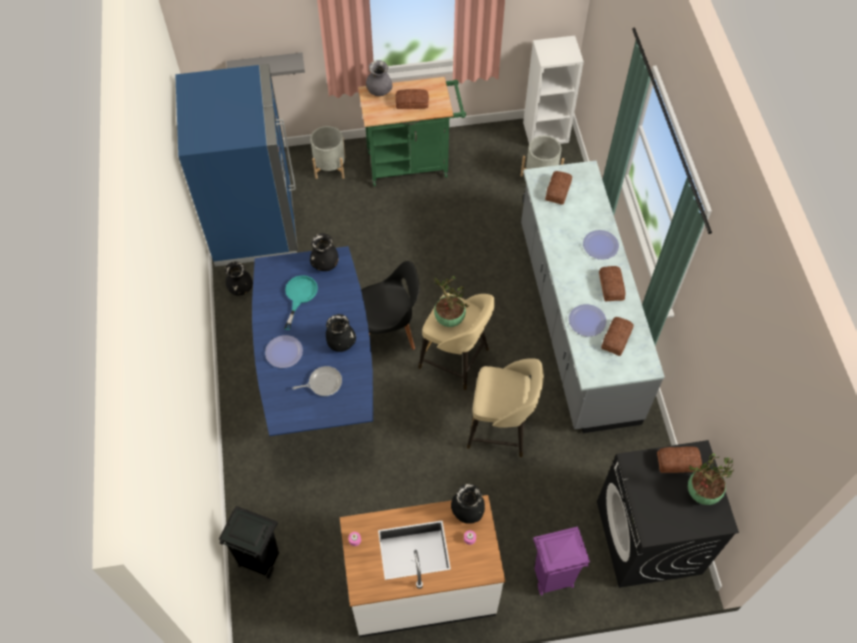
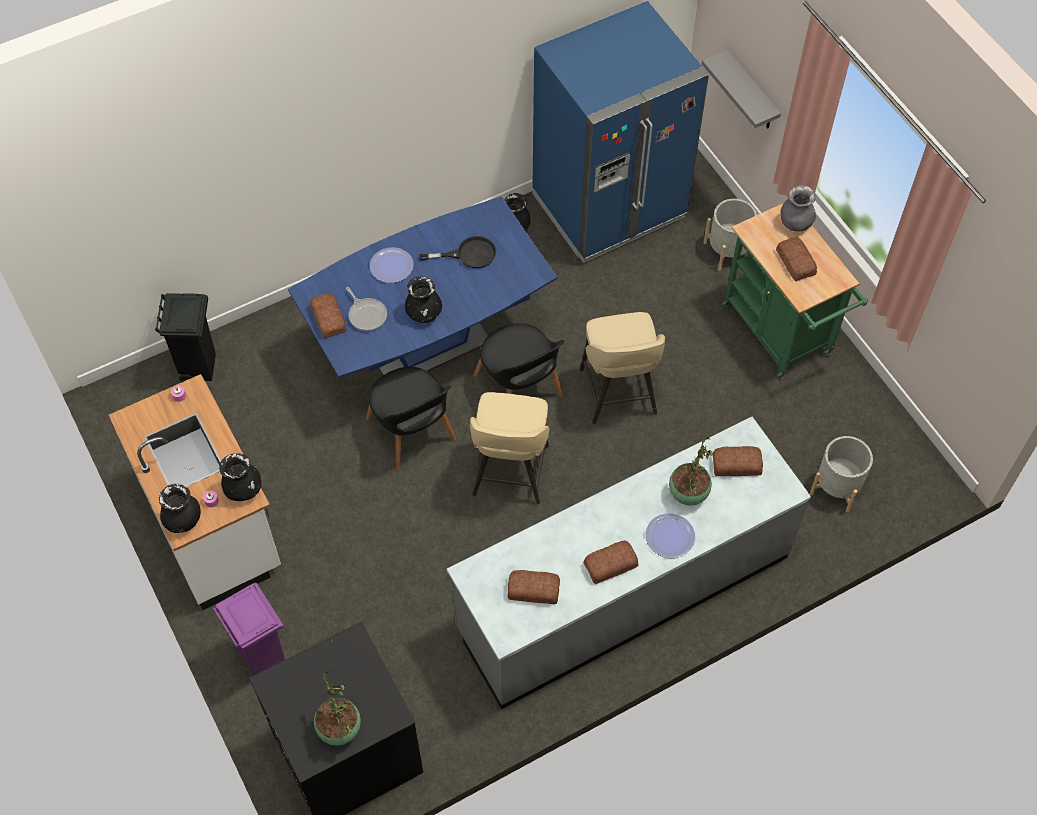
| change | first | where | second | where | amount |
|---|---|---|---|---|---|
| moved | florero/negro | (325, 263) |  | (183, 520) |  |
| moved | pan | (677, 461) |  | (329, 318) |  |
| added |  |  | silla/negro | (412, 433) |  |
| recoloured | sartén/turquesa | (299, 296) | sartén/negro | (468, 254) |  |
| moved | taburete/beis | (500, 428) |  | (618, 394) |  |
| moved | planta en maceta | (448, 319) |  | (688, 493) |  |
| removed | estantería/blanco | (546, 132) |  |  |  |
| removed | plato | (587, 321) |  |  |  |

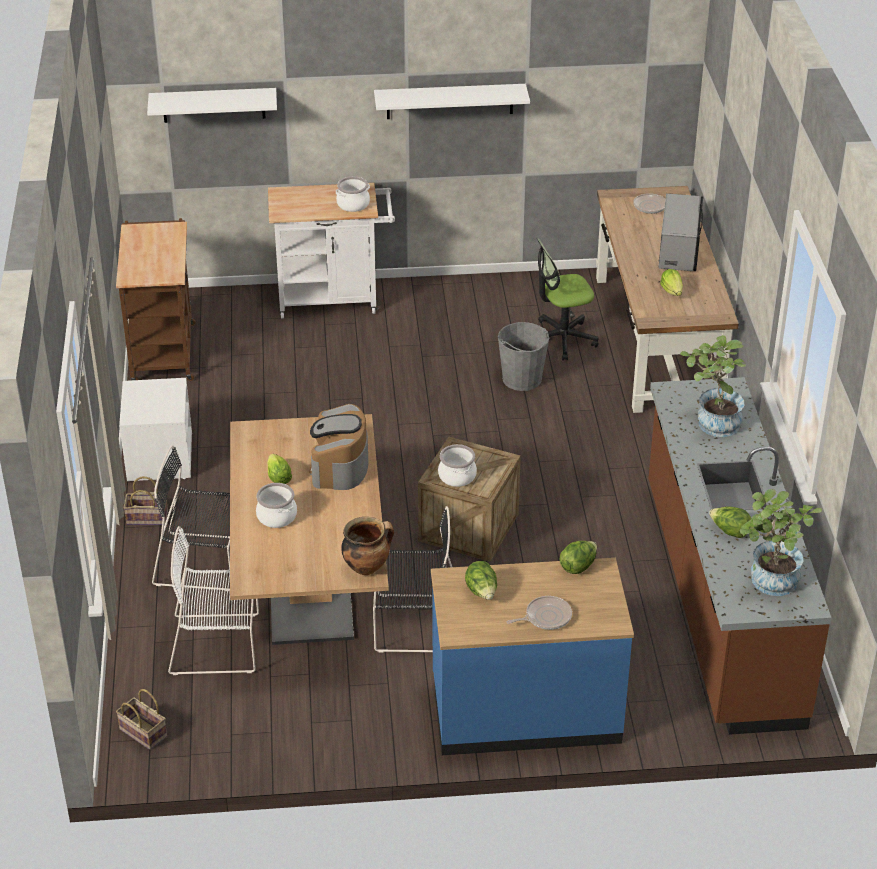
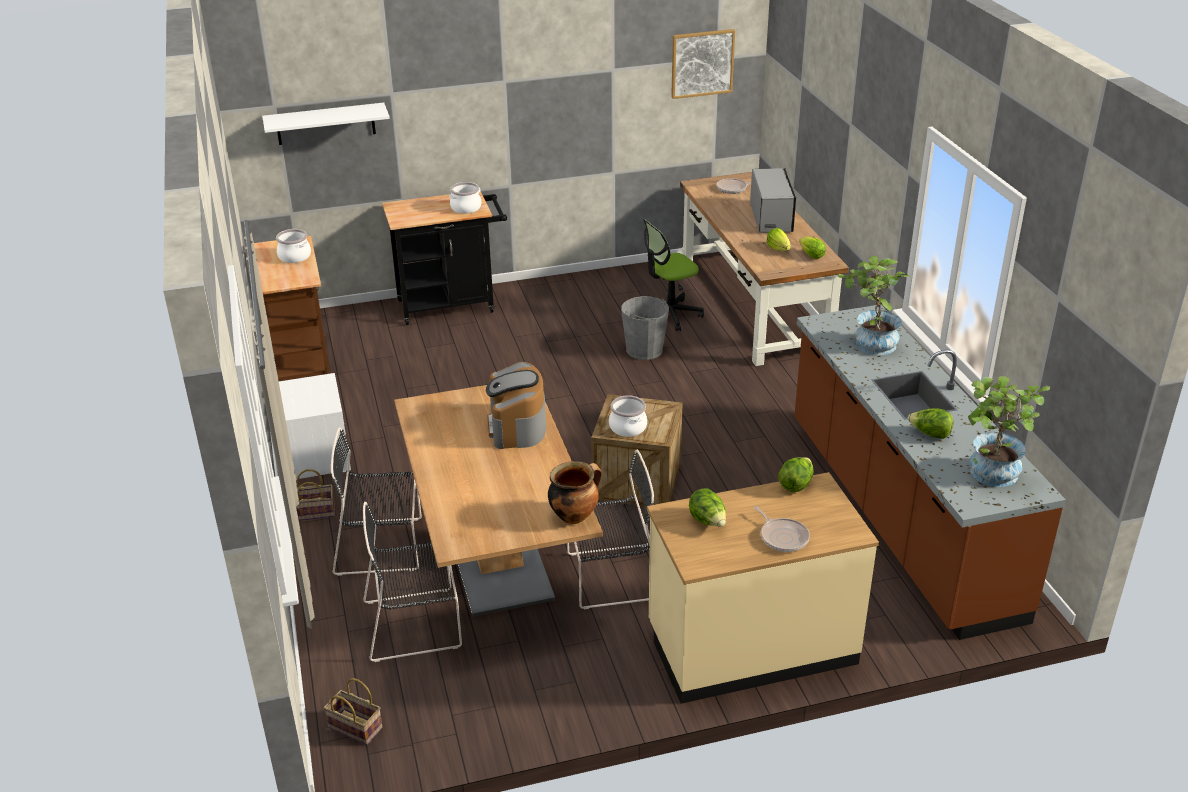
| change | first | where | second | where | amount |
|---|---|---|---|---|---|
| moved | olla | (276, 517) |  | (294, 257) |  |
| recoloured | silla/blanco | (218, 644) | silla/negro | (416, 624) |  |
| recoloured | carrito/blanco | (334, 299) | carrito/negro | (452, 305) |  |
| recoloured | mueble bajo de cocina/azul | (525, 710) | mueble bajo de cocina/beis | (751, 645) |  |
| added |  |  | cuadro | (702, 63) |  |
| turned | sartén | (545, 617) |  | (782, 537) | 90 degrees clockwise |
| moved | lechuga | (278, 478) |  | (811, 255) |  |
| removed | estante/blanco | (450, 101) |  |  |  |

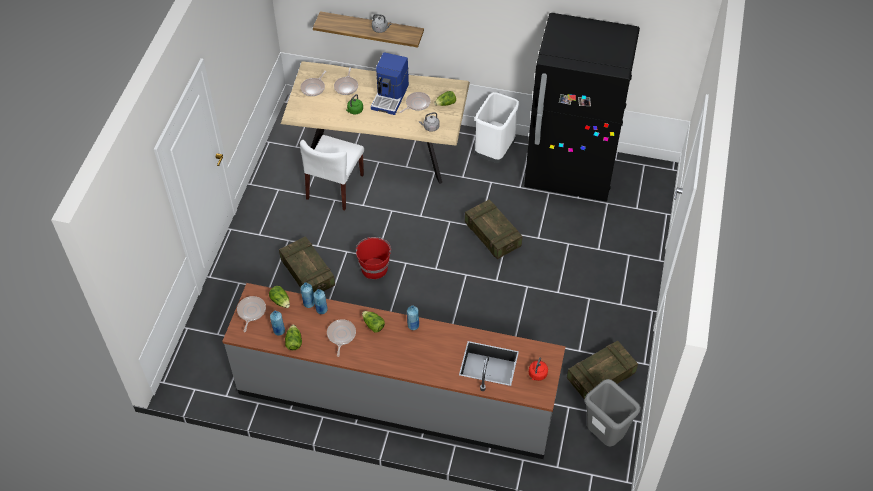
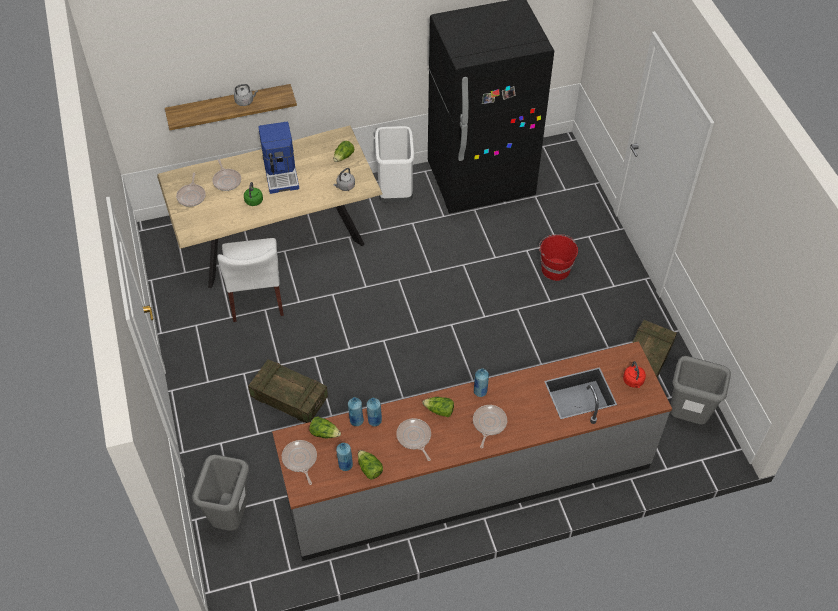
| change | first | where | second | where | amount |
|---|---|---|---|---|---|
| added |  |  | papelera/gris | (231, 517) |  |
| moved | sartén | (416, 104) |  | (488, 424) |  |
| moved | cubo/rojo | (374, 268) |  | (555, 268) |  |
| removed | caja de embalaje | (492, 235) |  |  |  |

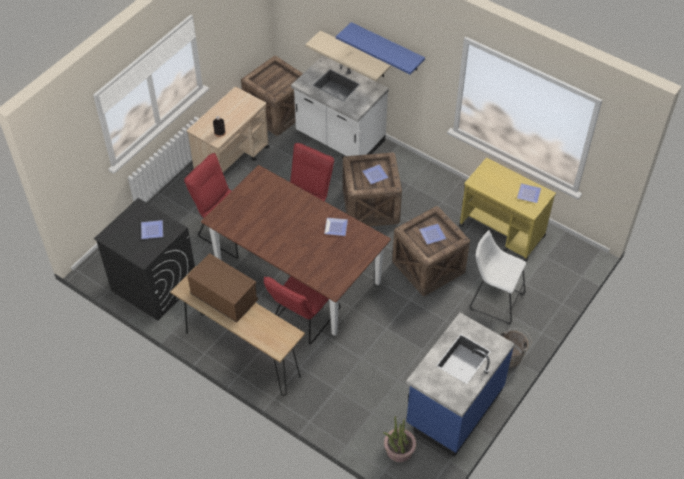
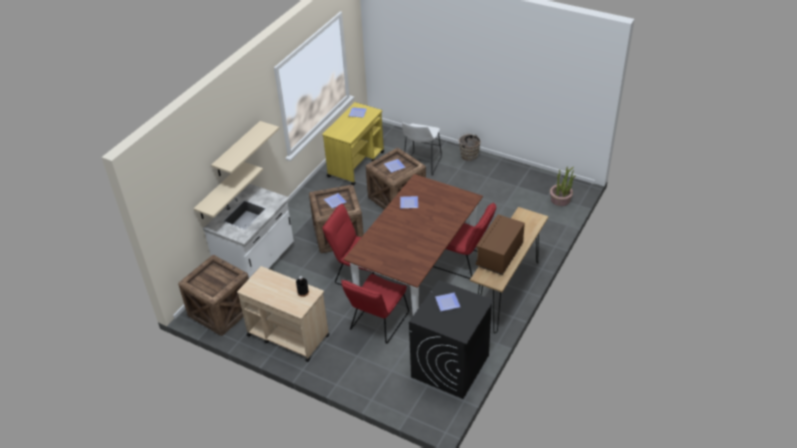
| change | first | where | second | where | amount |
|---|---|---|---|---|---|
| recoloured | estante/azul | (387, 47) | estante/beis | (237, 149) |  |
| removed | mueble bajo de cocina/azul | (453, 407) |  |  |  |

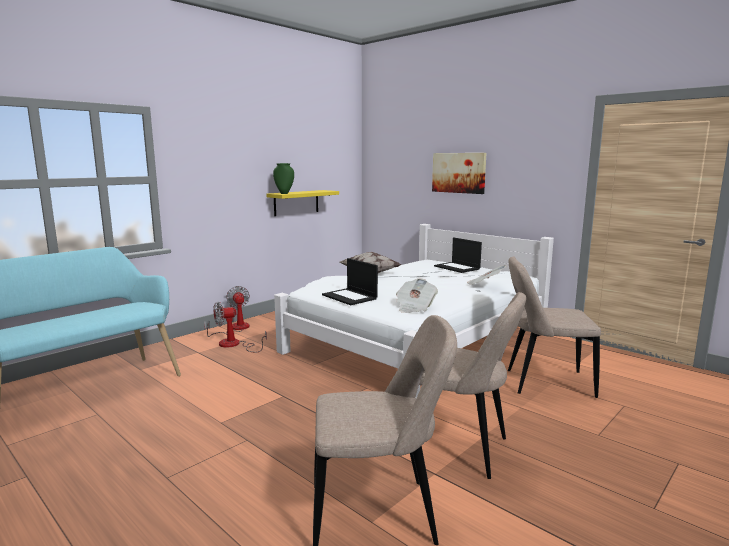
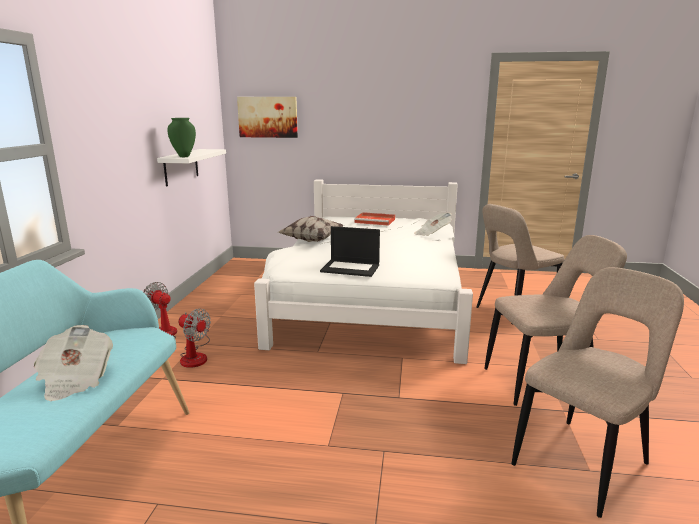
| change | first | where | second | where | amount |
|---|---|---|---|---|---|
| moved | periódico | (414, 307) |  | (75, 379) |  |
| recoloured | estante/amarillo | (296, 202) | estante/blanco | (181, 167) |  |
| turned | ventilador | (235, 345) |  | (195, 356) | 90 degrees counterclockwise |
| moved | cuadro | (459, 172) |  | (268, 117) |  |
| replaced | portátil | (457, 267) | bandeja/rojo | (376, 221) |  |

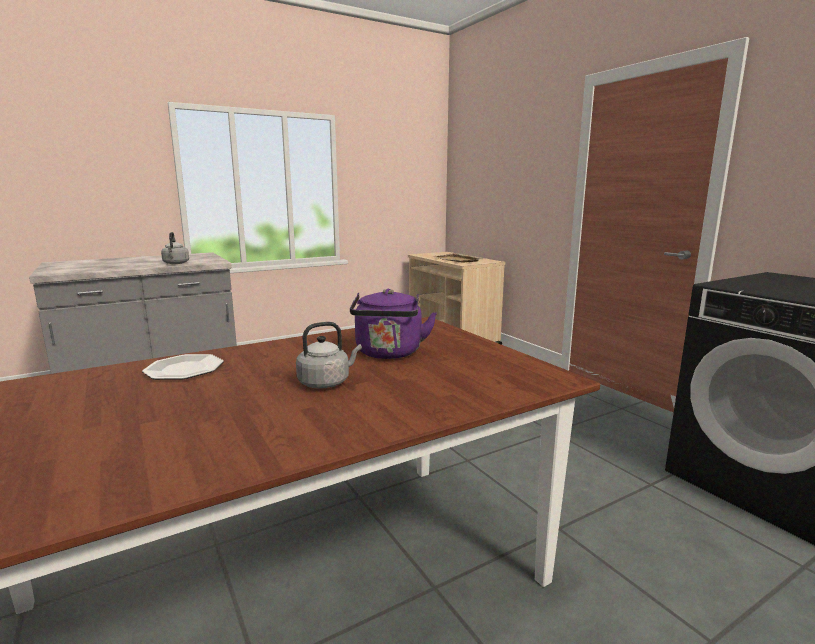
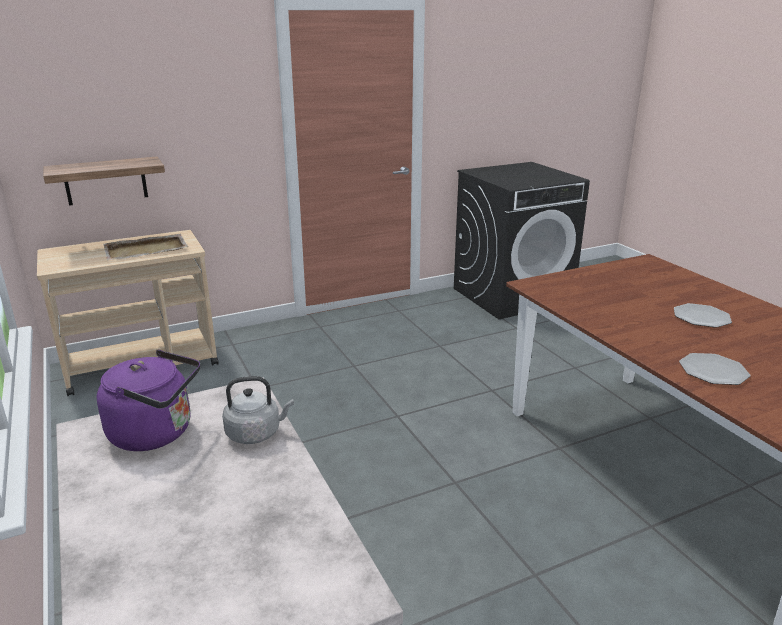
| change | first | where | second | where | amount |
|---|---|---|---|---|---|
| added |  |  | estante | (105, 181) |  |
| moved | hervidor/morado | (389, 353) |  | (157, 433) |  |
| replaced | hervidor/gris | (326, 382) | plato | (701, 317) |  |

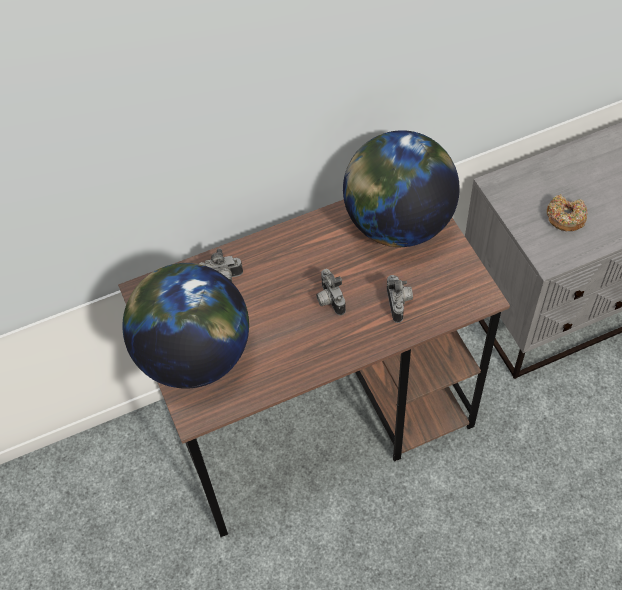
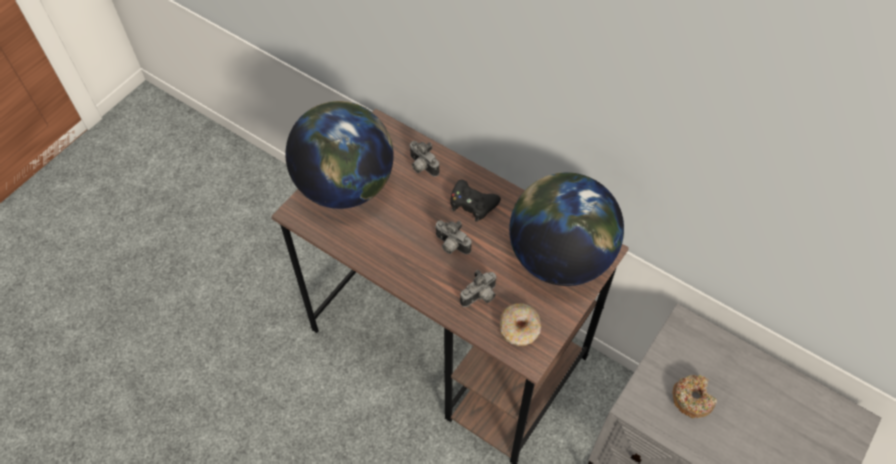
| change | first | where | second | where | amount |
|---|---|---|---|---|---|
| turned | cámara | (329, 300) |  | (450, 246) | 90 degrees counterclockwise |
| added |  |  | mando de consola/negro | (472, 204) |  |
| added |  |  | rosquilla | (519, 329) |  |

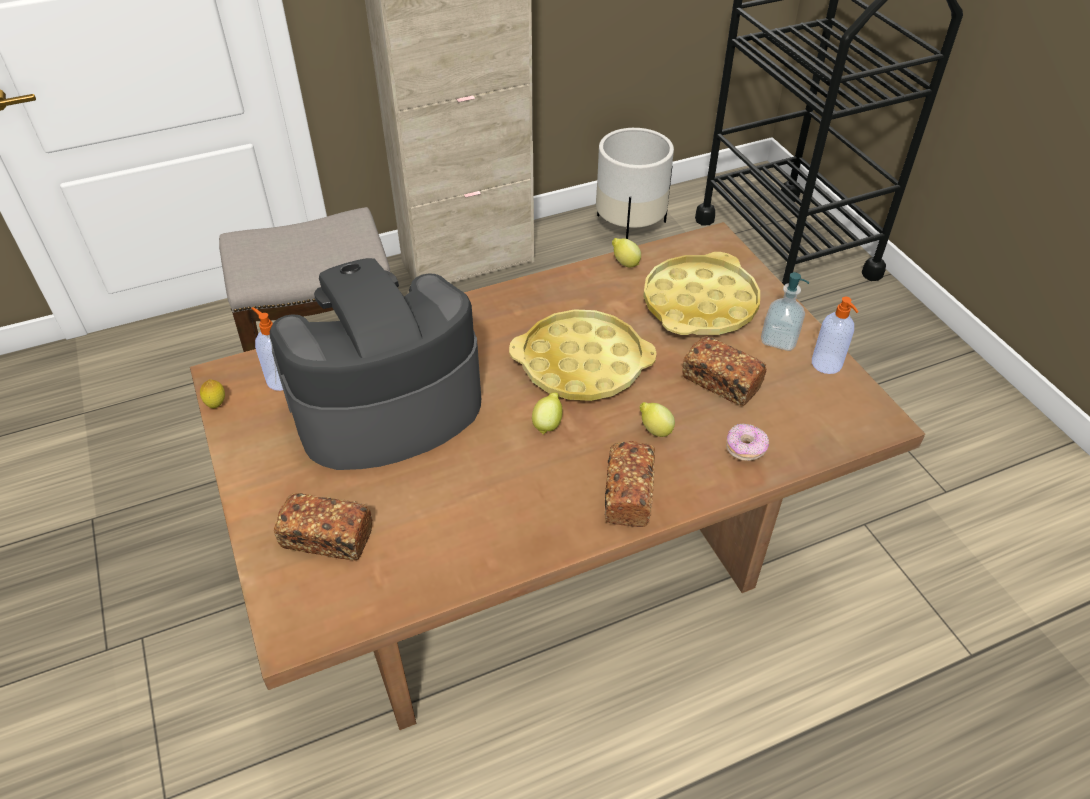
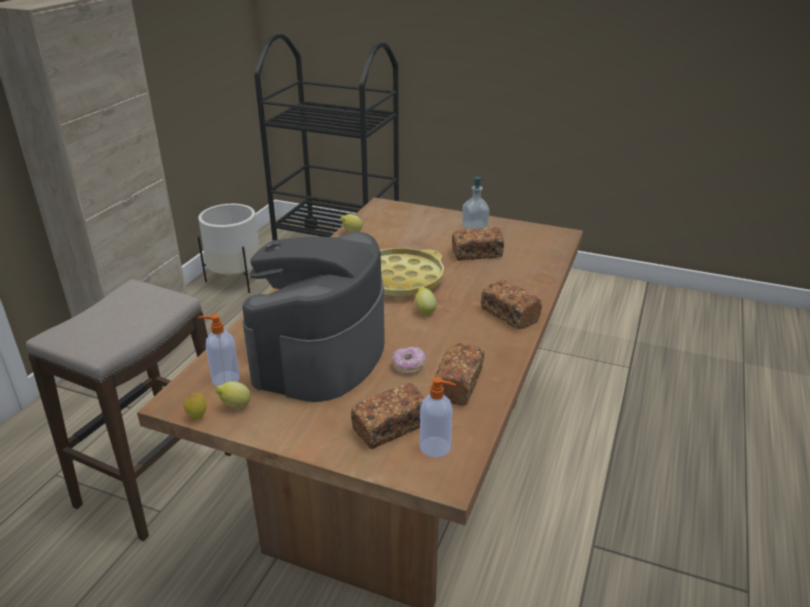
| change | first | where | second | where | amount |
|---|---|---|---|---|---|
| moved | limón | (655, 430) |  | (235, 406) |  |
| moved | rosquilla | (745, 448) |  | (408, 366) |  |
| moved | dispensador de jabón | (827, 364) |  | (436, 447) |  |
| added |  |  | pan | (458, 384) |  |
| removed | bandeja/amarillo | (700, 304) |  |  |  |

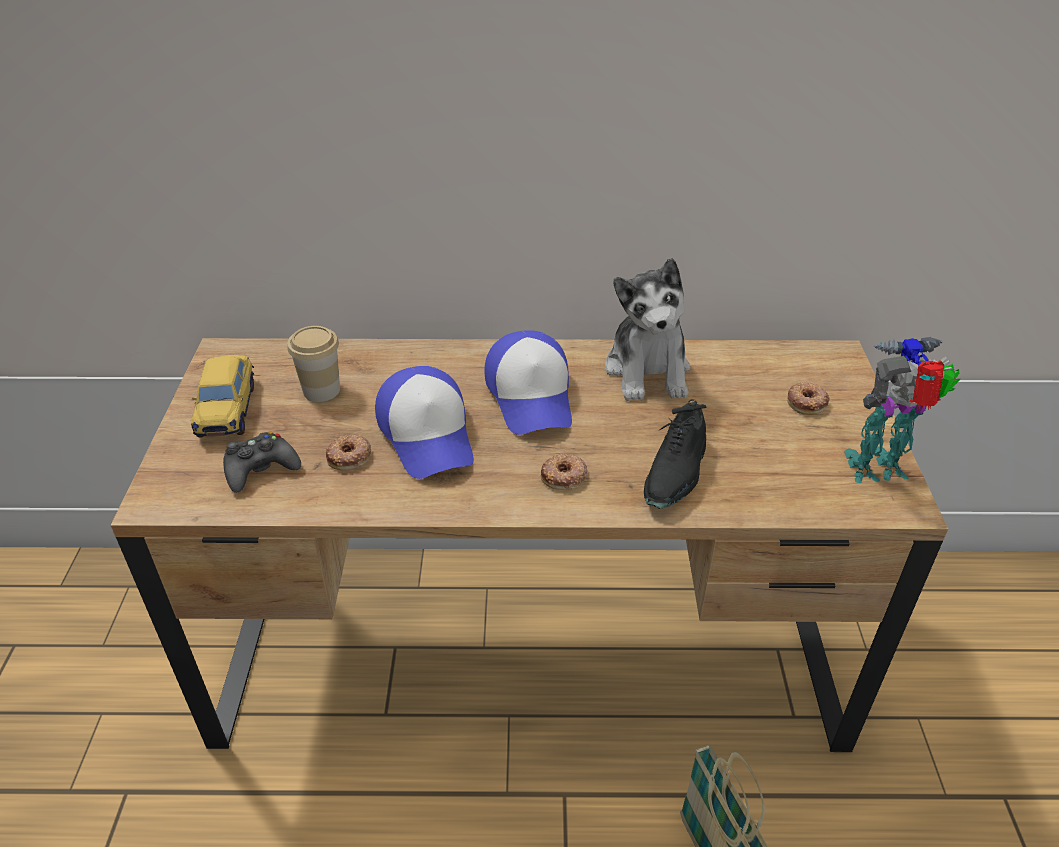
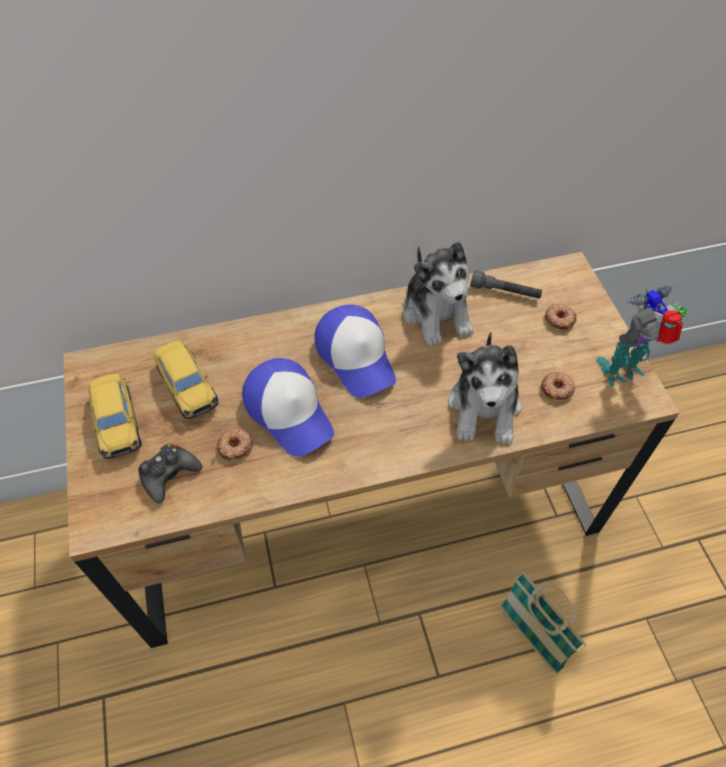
| change | first | where | second | where | amount |
|---|---|---|---|---|---|
| replaced | taza | (321, 390) | coche de juguete | (187, 387) |  |
| replaced | zapato/negro | (675, 474) | peluche | (484, 407) |  |
| added |  |  | linterna/gris | (505, 292) |  |
| moved | rosquilla | (564, 476) |  | (557, 389) |  |

